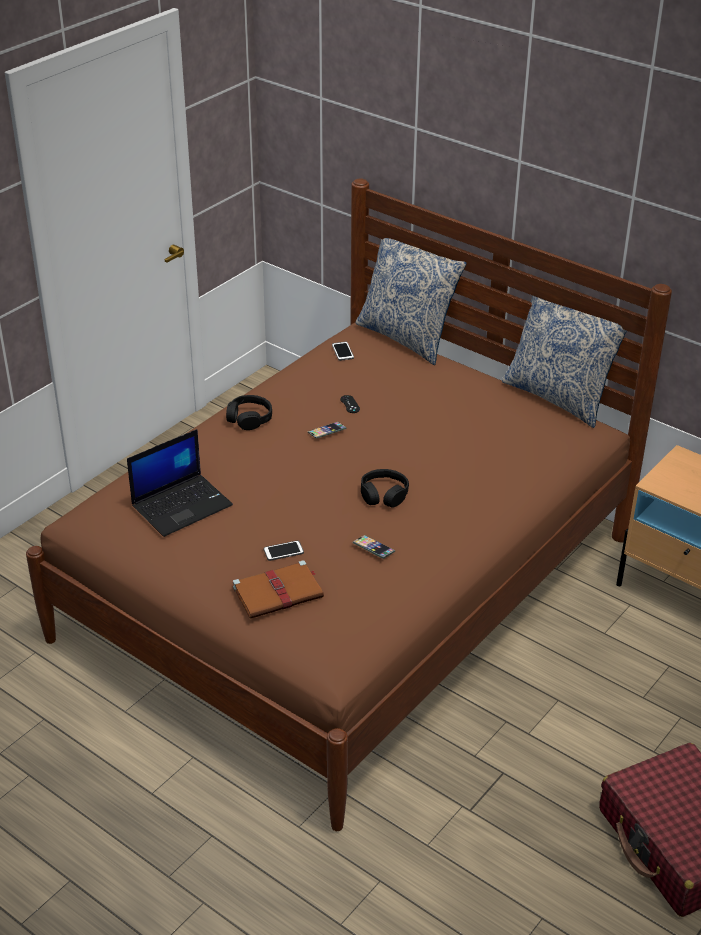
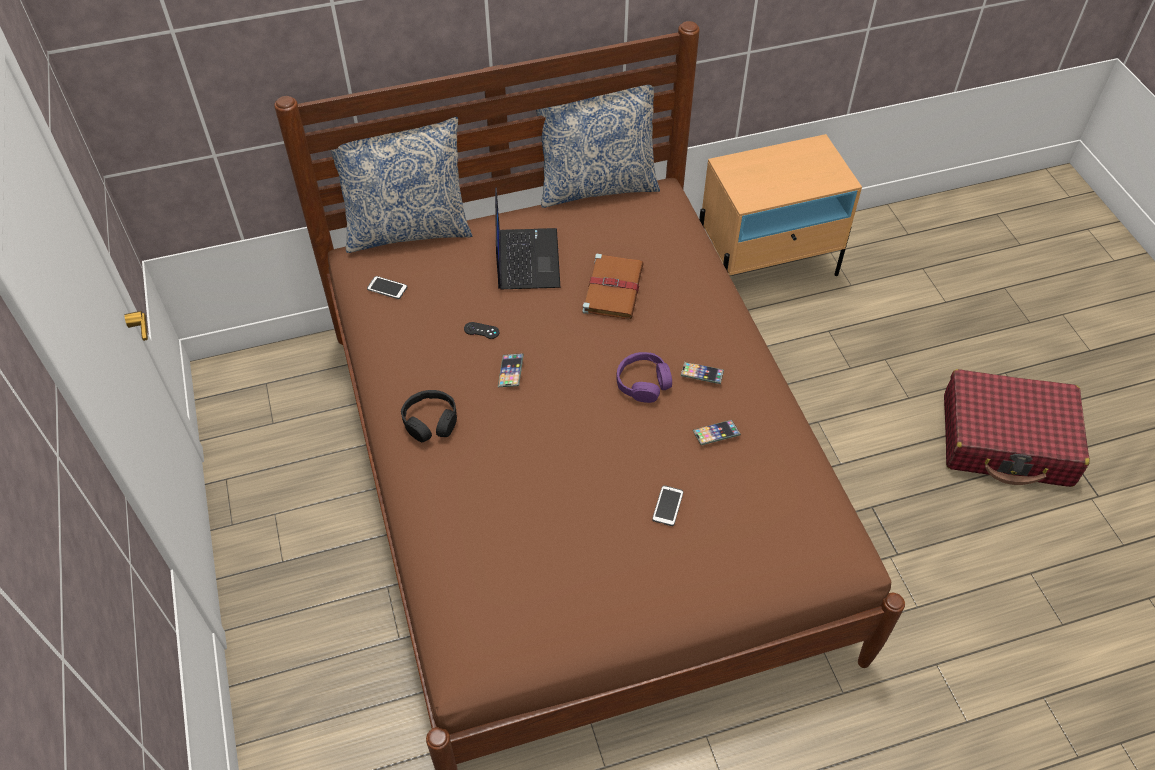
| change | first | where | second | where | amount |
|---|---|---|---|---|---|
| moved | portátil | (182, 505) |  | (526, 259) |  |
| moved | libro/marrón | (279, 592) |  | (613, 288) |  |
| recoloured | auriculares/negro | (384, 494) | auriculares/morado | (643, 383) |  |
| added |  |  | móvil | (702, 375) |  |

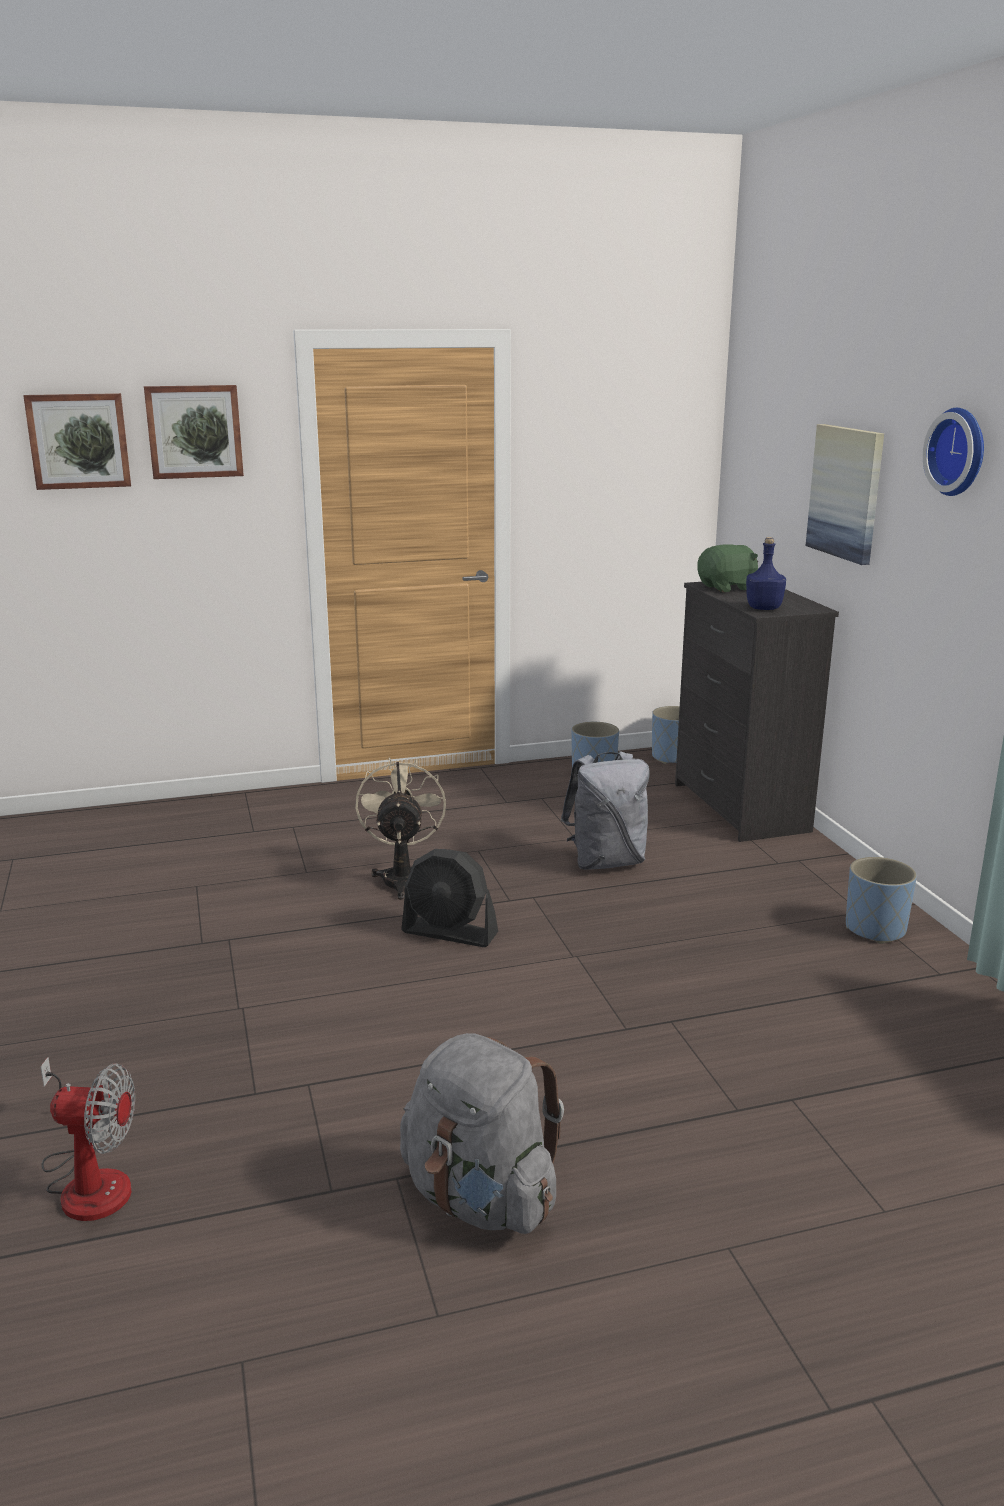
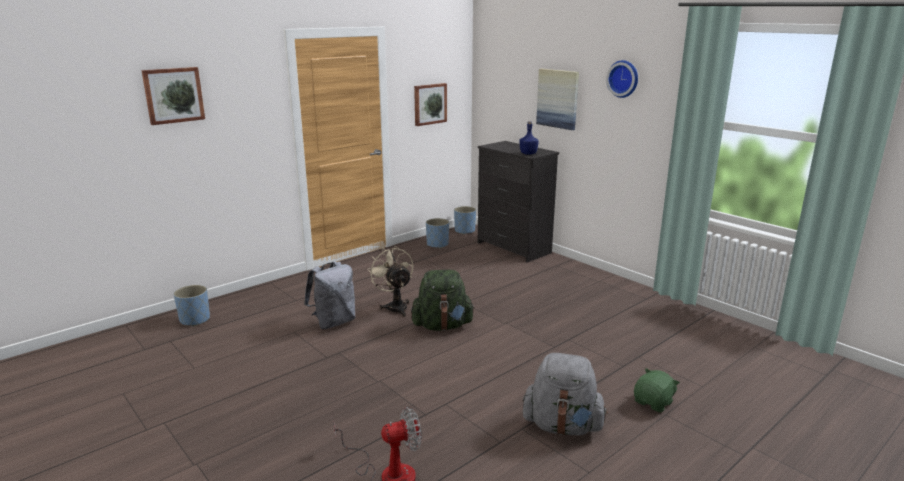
| change | first | where | second | where | amount |
|---|---|---|---|---|---|
| moved | maceta/azul | (875, 929) |  | (194, 320) |  |
| moved | mochila/gris | (606, 862) |  | (334, 322) |  |
| replaced | ventilador/negro | (450, 933) | mochila/verde | (442, 326) |  |
| moved | cuadro | (194, 431) |  | (429, 104) |  |
| moved | peluche/verde | (727, 588) |  | (653, 402) |  |

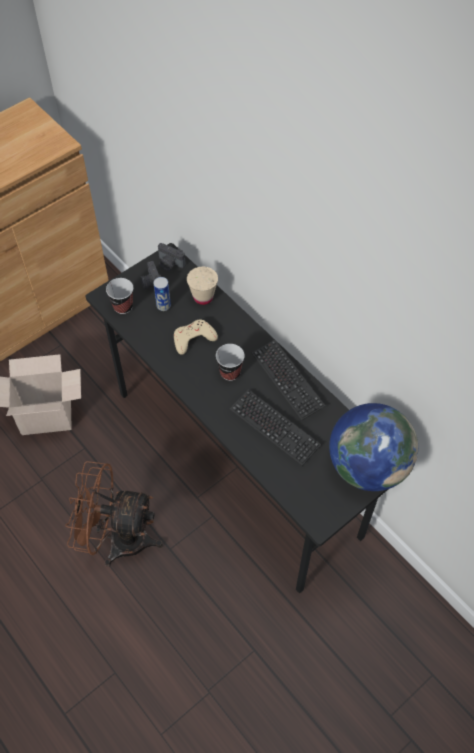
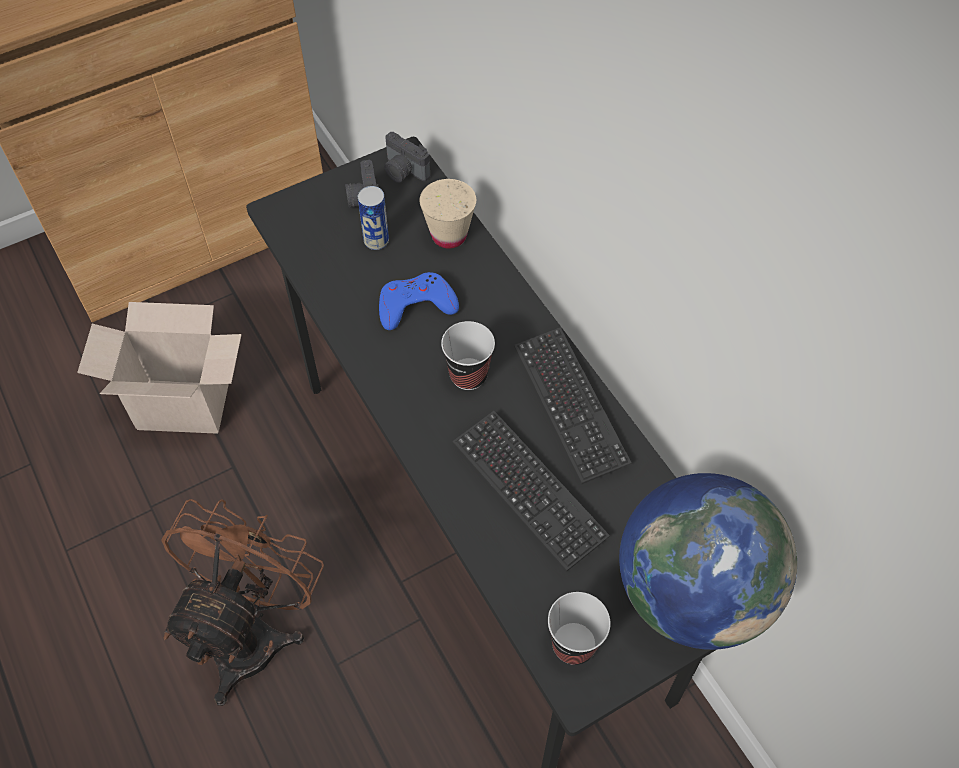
| change | first | where | second | where | amount |
|---|---|---|---|---|---|
| turned | ventilador/marrón | (118, 539) |  | (253, 631) | 90 degrees clockwise |
| recoloured | mando de consola/beis | (193, 338) | mando de consola/azul | (416, 305) |  |
| moved | taza | (123, 306) |  | (573, 644) |  |

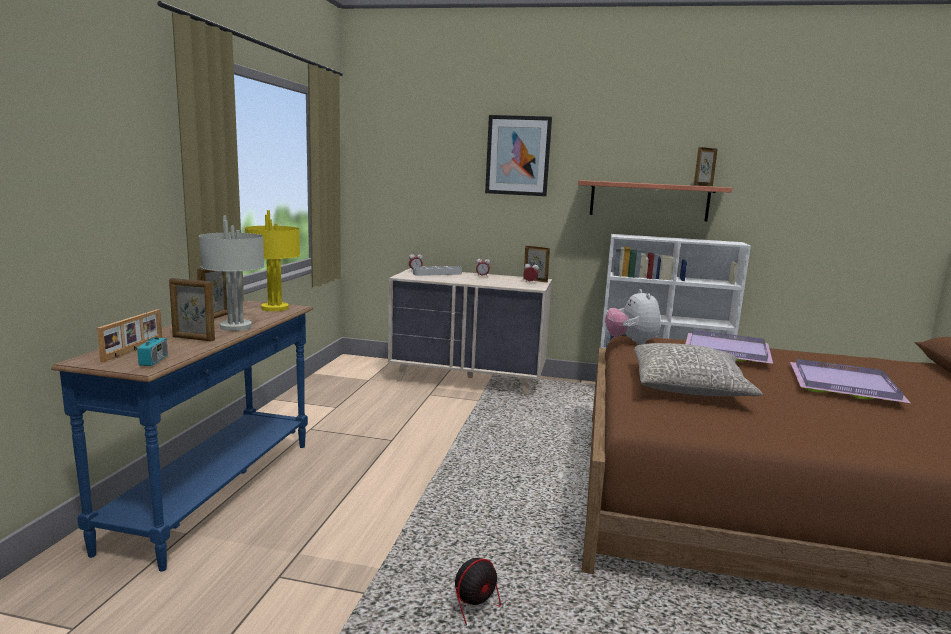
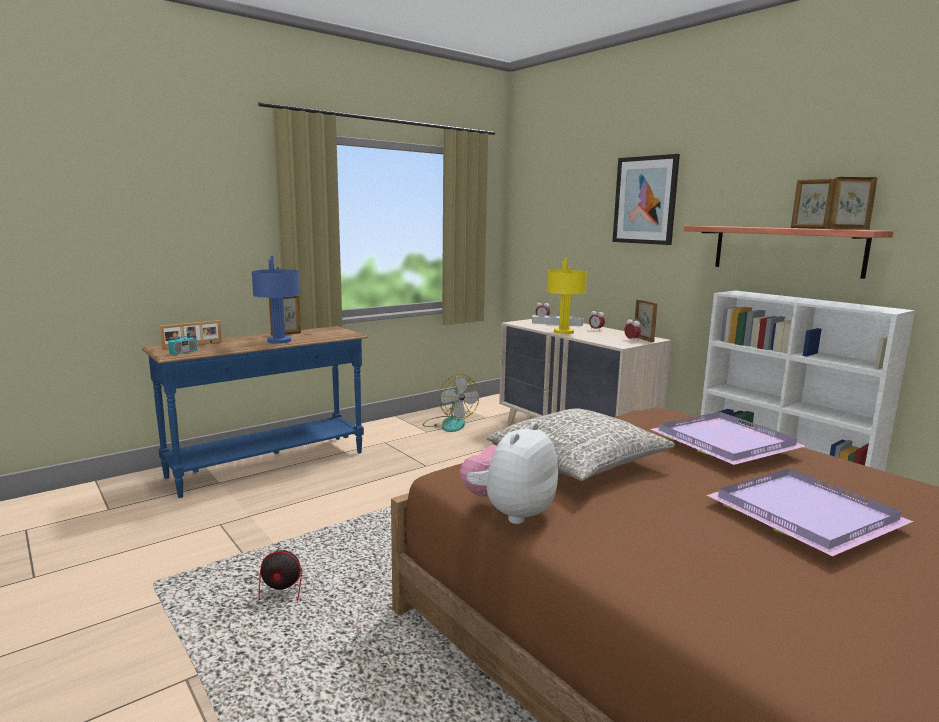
| change | first | where | second | where | amount |
|---|---|---|---|---|---|
| recoloured | lámpara de mesa/gris | (236, 326) | lámpara de mesa/azul | (280, 341) |  |
| added |  |  | ventilador | (449, 424) |  |
| moved | peluche | (631, 342) |  | (509, 512) |  |
| moved | lámpara de mesa/amarillo | (276, 308) |  | (564, 332) |  |
| moved | portarretratos | (193, 338) |  | (809, 228) |  |

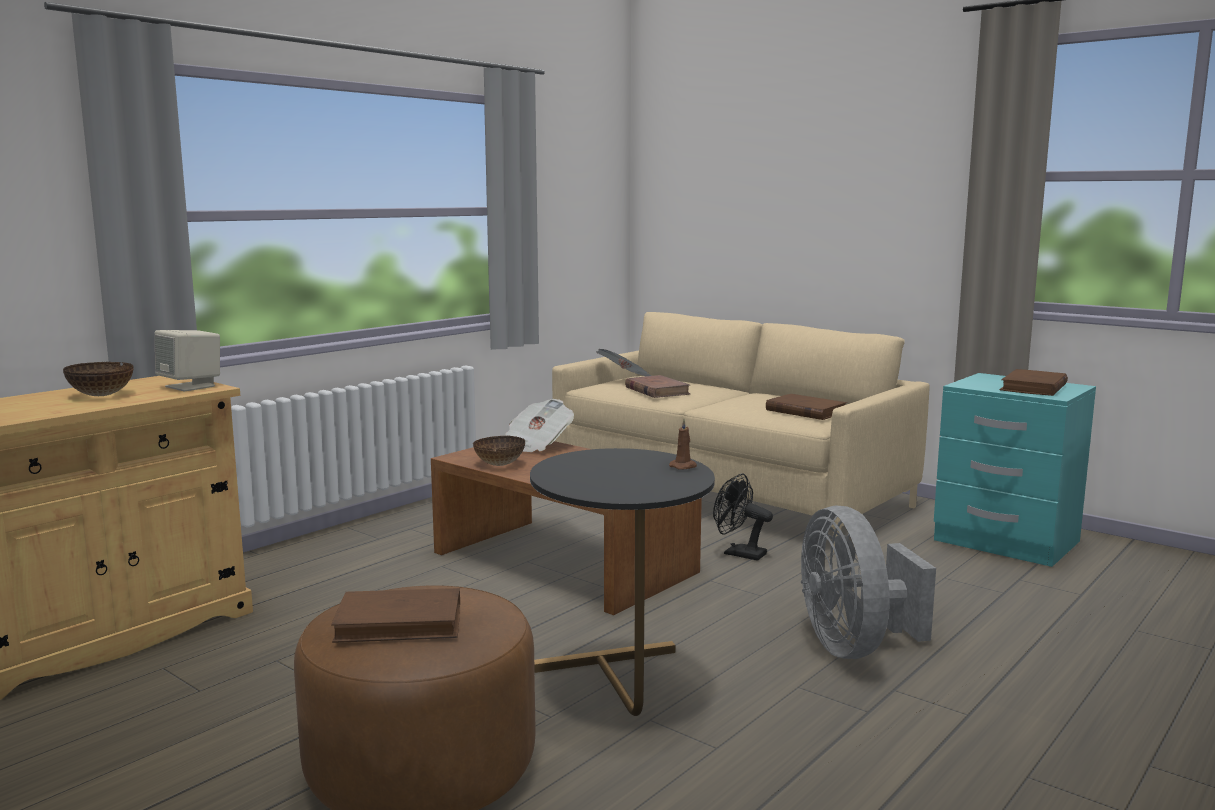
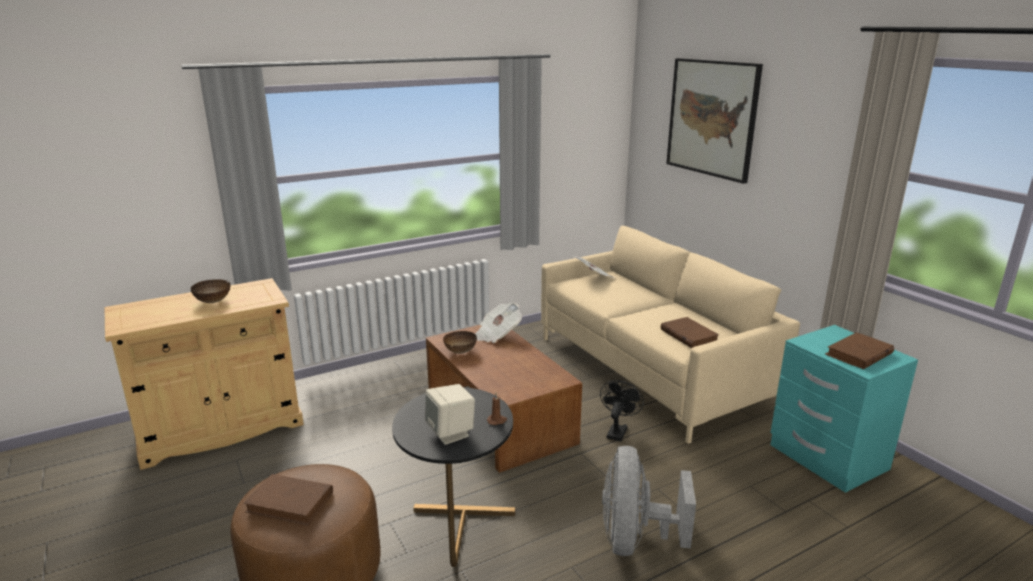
| change | first | where | second | where | amount |
|---|---|---|---|---|---|
| moved | altavoz/beis | (191, 386) |  | (451, 433) |  |
| turned | ventilador/negro | (738, 553) |  | (617, 431) | 60 degrees clockwise |
| added |  |  | cuadro | (712, 118) |  |
| removed | libro/marrón | (657, 391) |  |  |  |

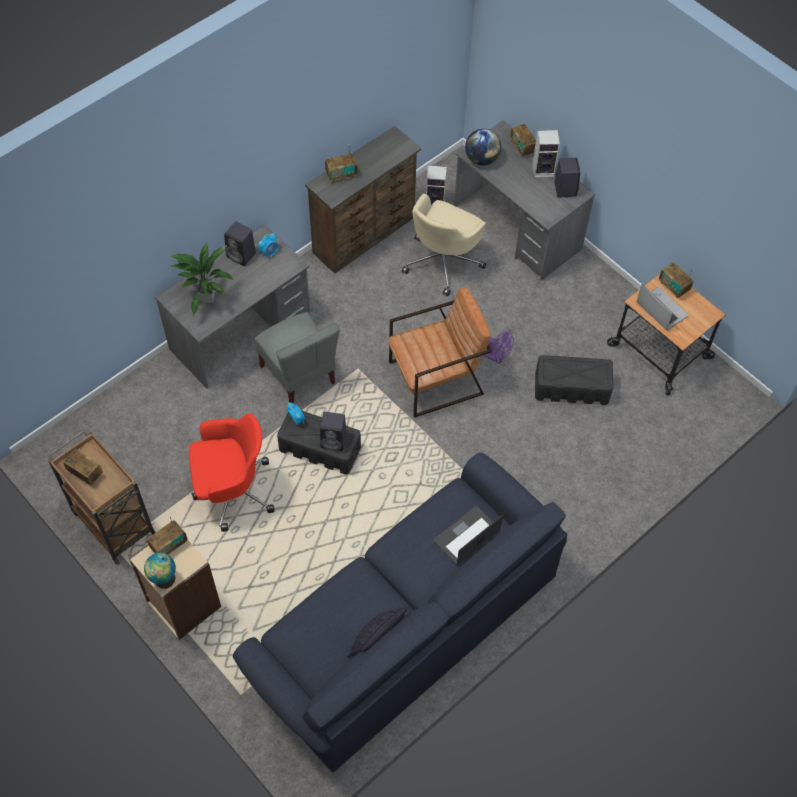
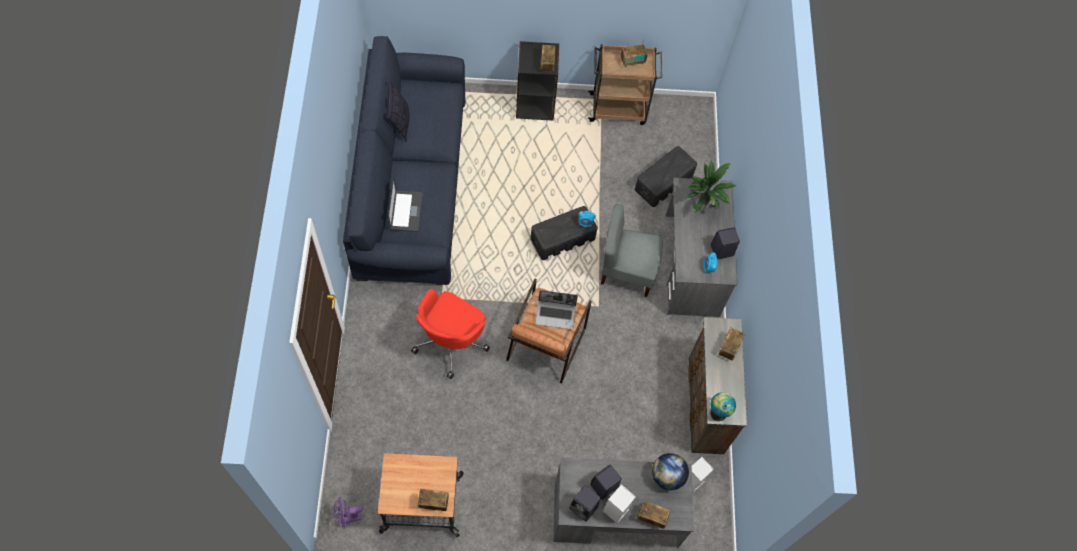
| change | first | where | second | where | amount |
|---|---|---|---|---|---|
| moved | ventilador/morado | (497, 357) |  | (348, 517) |  |
| moved | silla de oficina/rojo | (232, 490) |  | (451, 341) |  |
| recoloured | estantería/beis | (183, 605) | estantería/negro | (535, 104) |  |
| moved | portátil | (660, 309) |  | (556, 314) |  |
| moved | altavoz/negro | (334, 440) |  | (603, 487) |  |
| moved | caja de almacenaje/negro | (572, 388) |  | (663, 183) |  |
| moved | globo terráqueo | (163, 580) |  | (718, 411) |  |
| removed | silla de oficina/beis | (443, 261) |  |  |  |

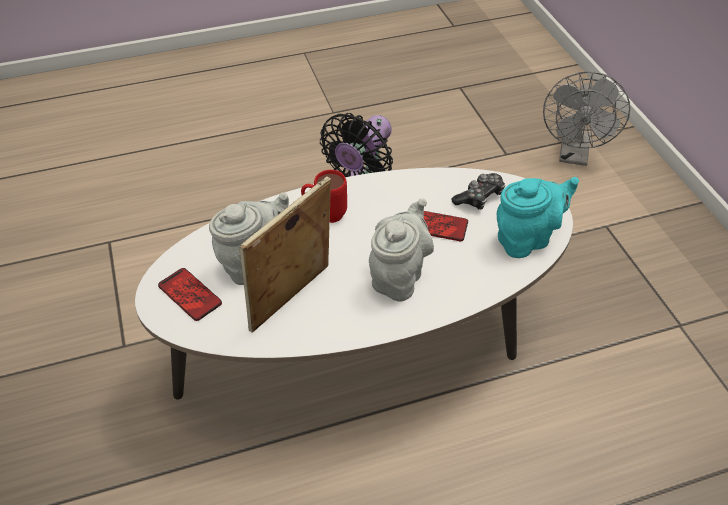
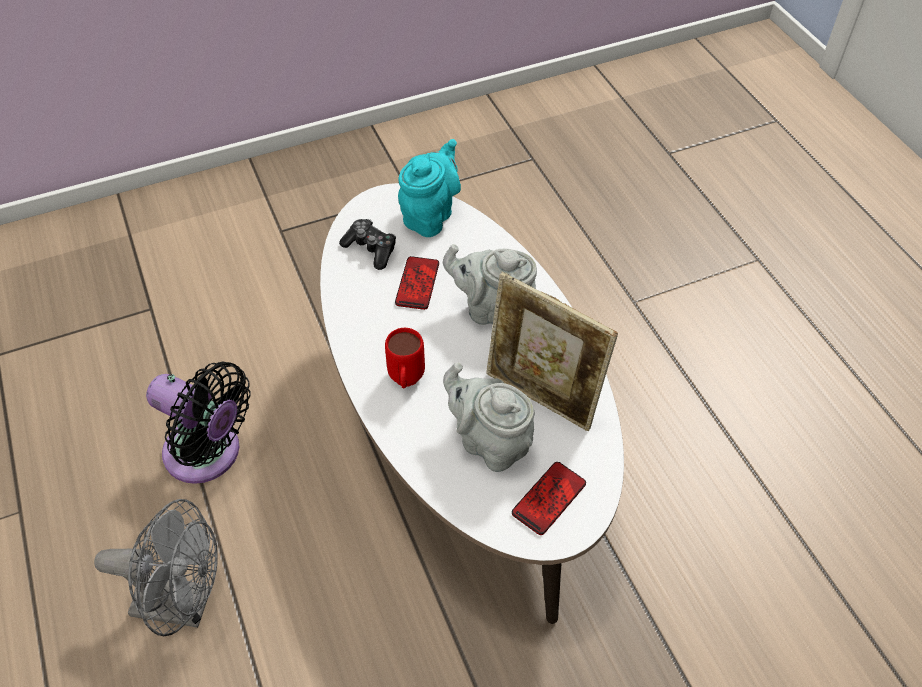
| change | first | where | second | where | amount |
|---|---|---|---|---|---|
| moved | ventilador/gris | (574, 155) |  | (184, 603) |  |
| turned | tetera/turquesa | (527, 239) |  | (430, 215) | 60 degrees clockwise |

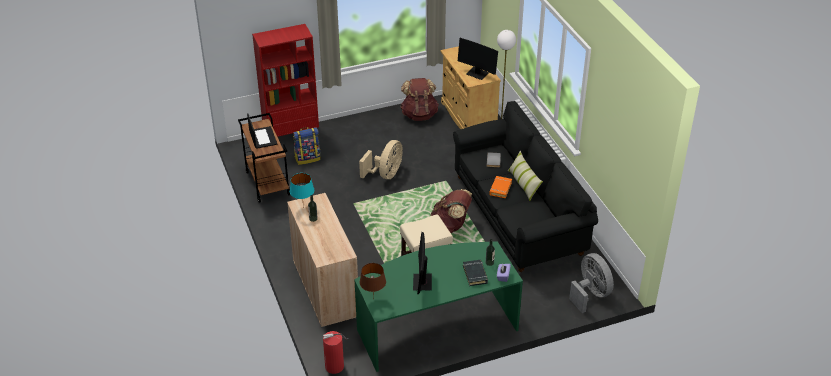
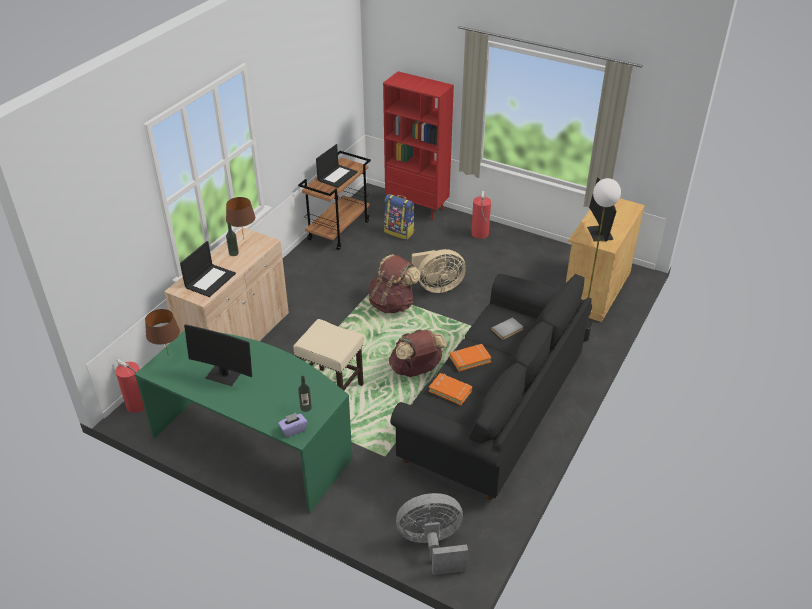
| change | first | where | second | where | amount |
|---|---|---|---|---|---|
| added |  |  | portátil | (210, 280) |  |
| turned | monitor | (422, 282) |  | (224, 375) | 120 degrees counterclockwise |
| recoloured | lámpara de mesa/turquesa | (303, 207) | lámpara de mesa/marrón | (244, 239) |  |
| moved | mochila/marrón | (419, 114) |  | (392, 304) |  |
| turned | ventilador/gris | (590, 294) |  | (432, 545) | 120 degrees counterclockwise |
| added |  |  | libro/naranja | (450, 391) |  |
| added |  |  | extintor | (479, 234) |  |
| removed | libro/negro | (475, 274) |  |  |  |
| removed | cojín | (523, 184) |  |  |  |

